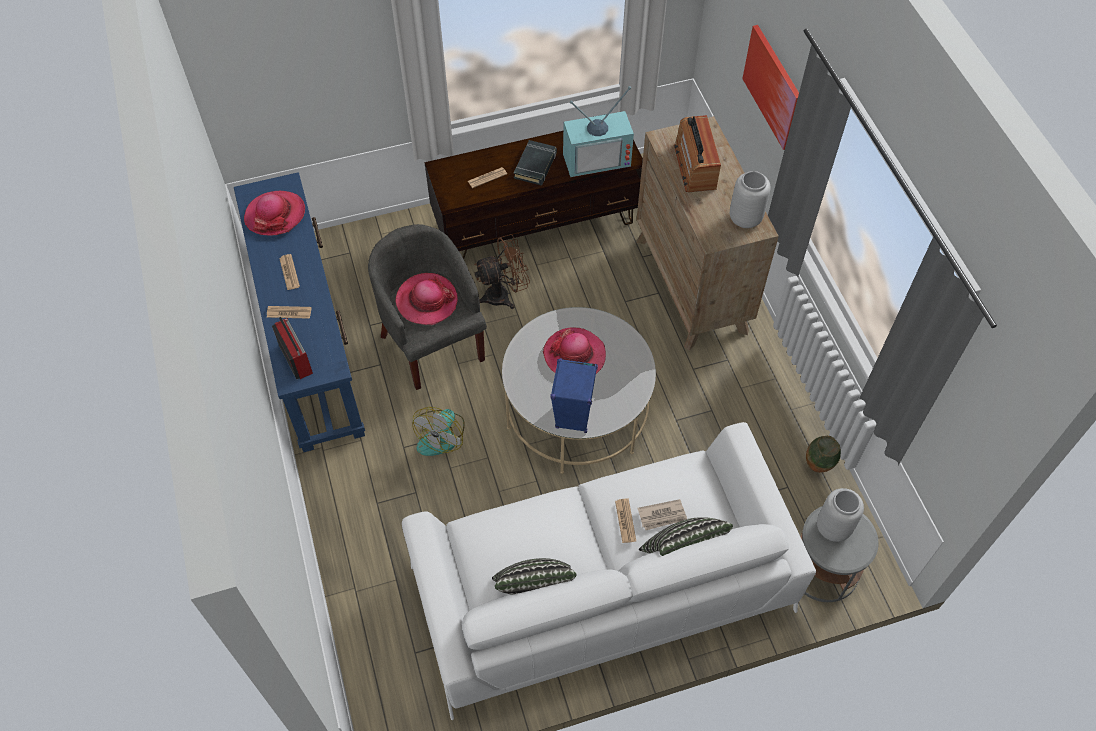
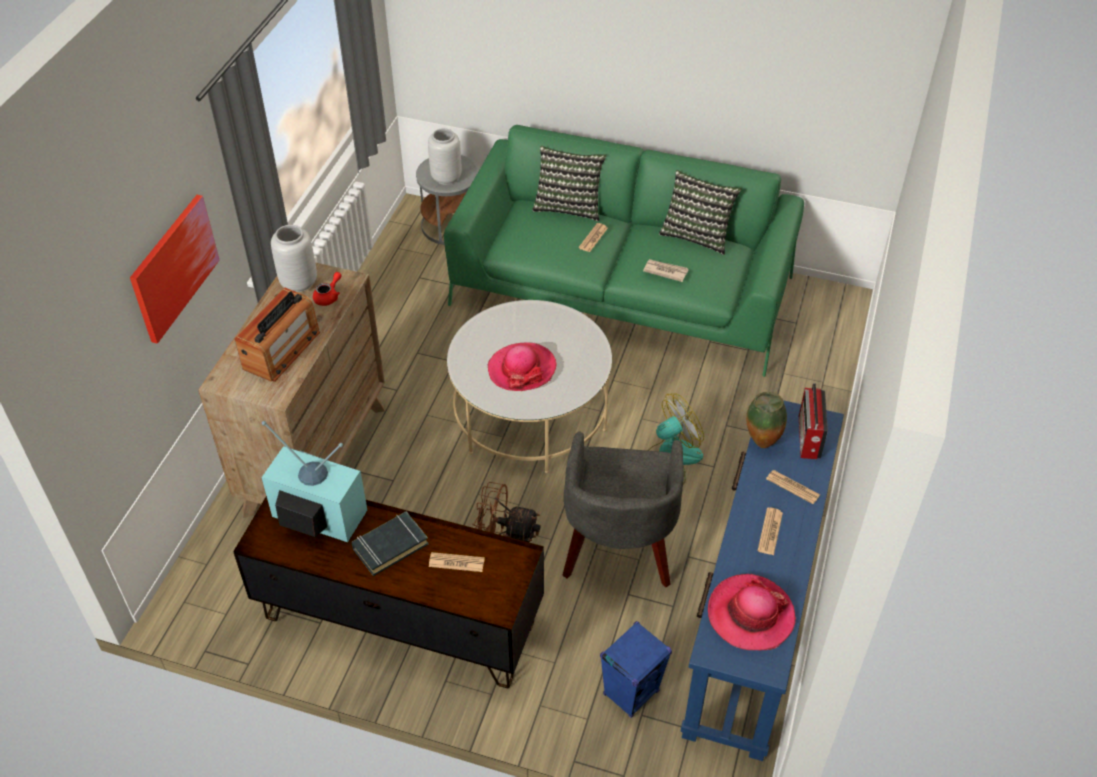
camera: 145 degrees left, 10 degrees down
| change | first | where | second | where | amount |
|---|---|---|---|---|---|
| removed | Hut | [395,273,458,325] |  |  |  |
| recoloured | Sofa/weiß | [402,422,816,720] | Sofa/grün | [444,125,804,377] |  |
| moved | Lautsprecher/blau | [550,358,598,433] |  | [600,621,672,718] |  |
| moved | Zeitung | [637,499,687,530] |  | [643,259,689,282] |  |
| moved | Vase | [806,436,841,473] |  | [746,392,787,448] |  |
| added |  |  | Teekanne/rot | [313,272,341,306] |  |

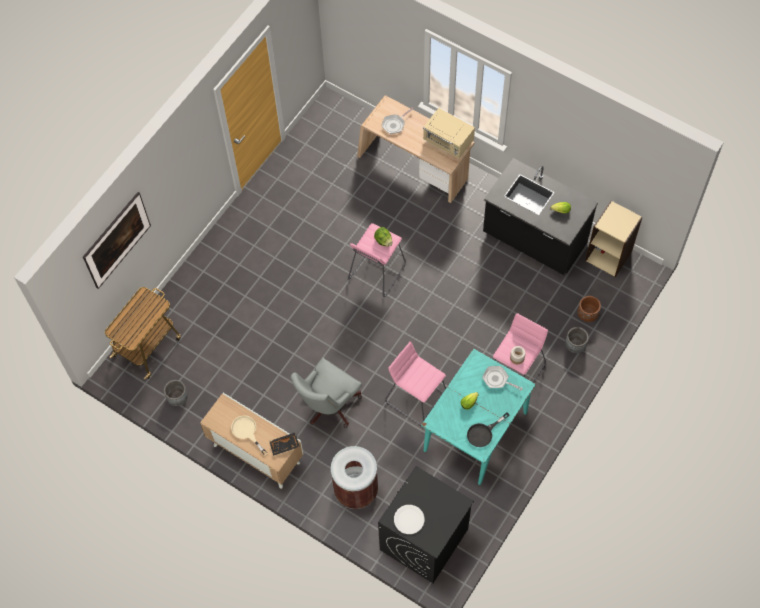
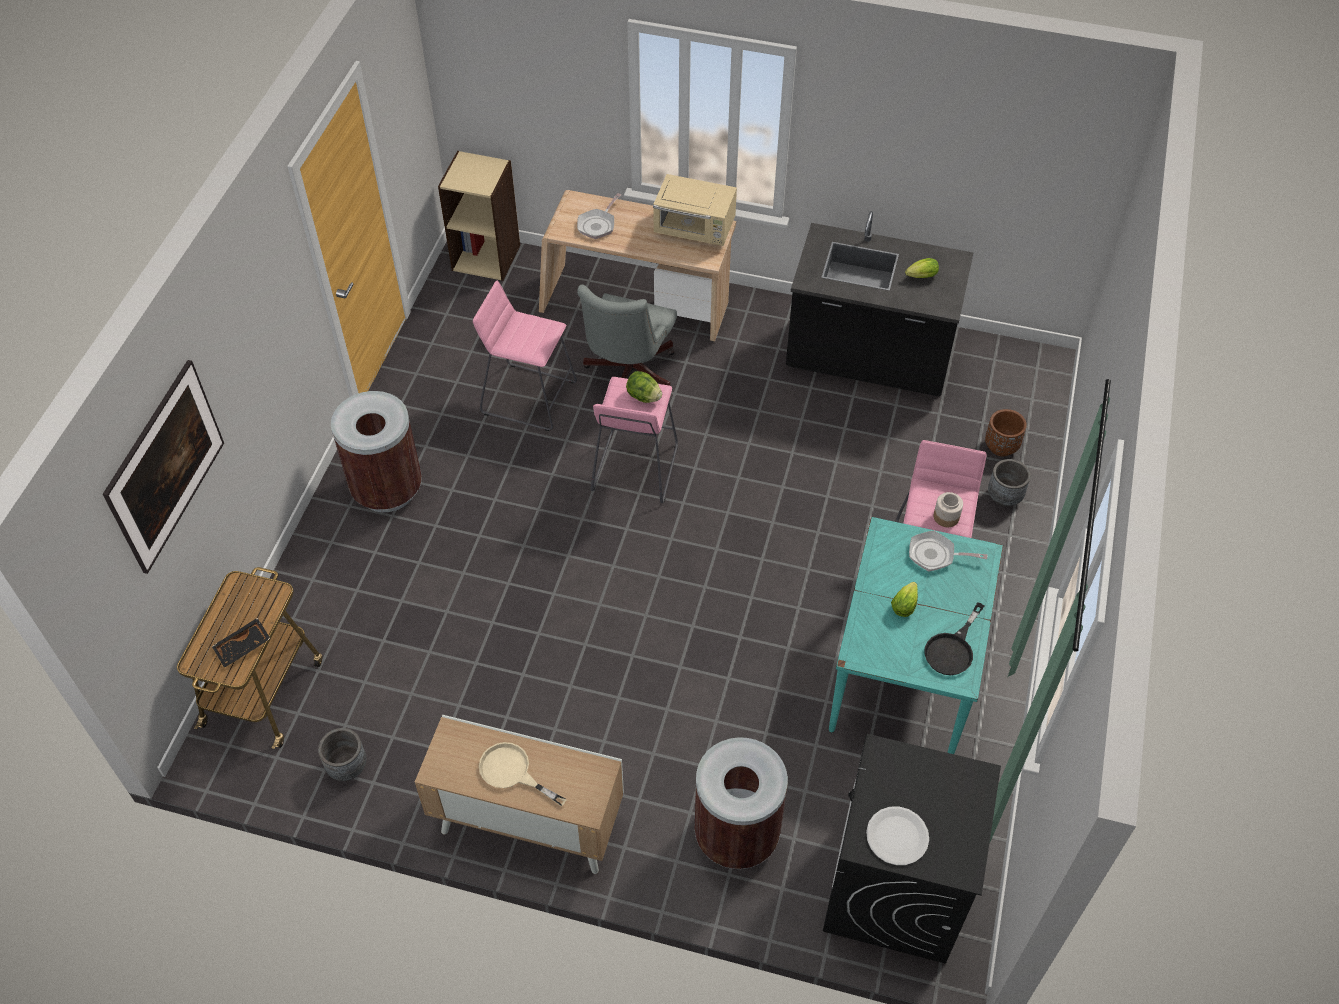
camera: 20 degrees left, 10 degrees down
| change | first | where | second | where | amount |
|---|---|---|---|---|---|
| moved | Tablett/schwarz | [269,433,300,456] |  | [212,618,270,668] |  |
| moved | Bürostuhl/grau | [291,358,362,428] |  | [577,285,677,386] |  |
| moved | Hocker/rosa | [385,342,446,426] |  | [473,280,577,431] |  |
| moved | Bücherregal/beige | [585,201,643,277] |  | [438,151,520,281] |  |
| added |  |  | Mülleimer/braun | [331,391,422,512] |  |

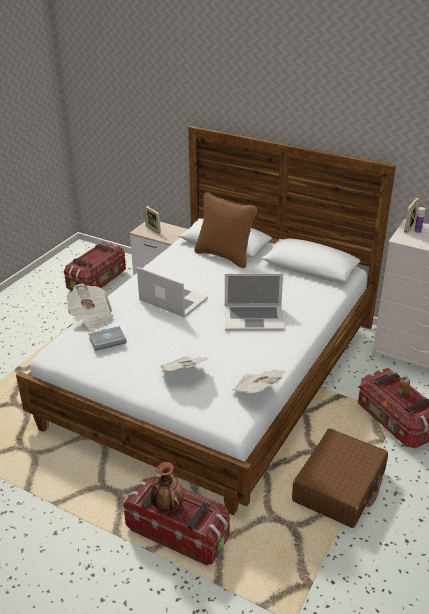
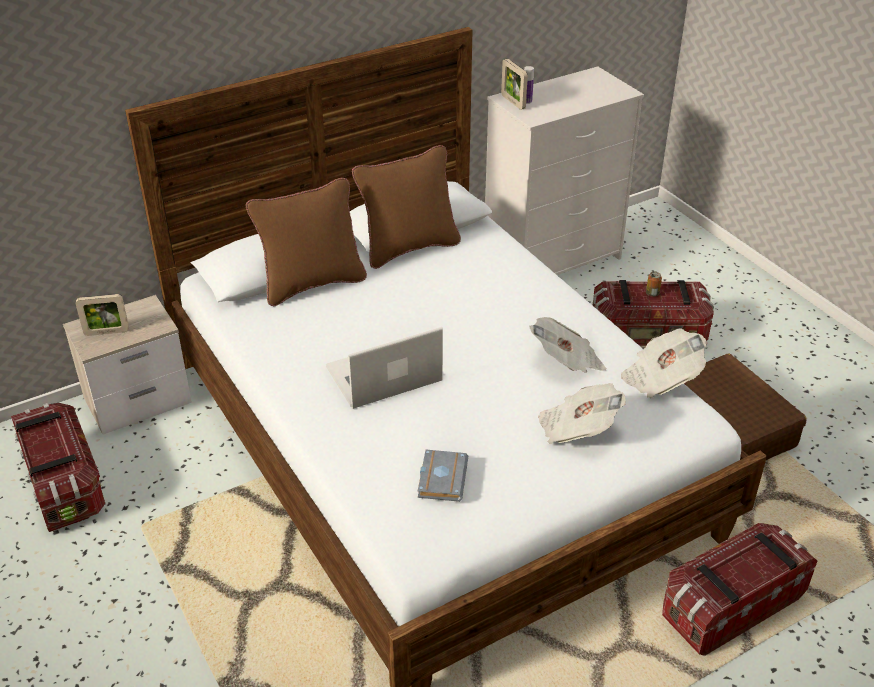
camera: 60 degrees left, 5 degrees up
| change | first | where | second | where | amount |
|---|---|---|---|---|---|
| moved | Zeitung | [66,284,113,330] |  | [529,317,606,373] |  |
| removed | Vase | [151,462,184,512] |  |  |  |
| removed | Laptop | [225,274,285,331] |  |  |  |
| added |  |  | Kissen/braun | [352,145,461,269] |  |

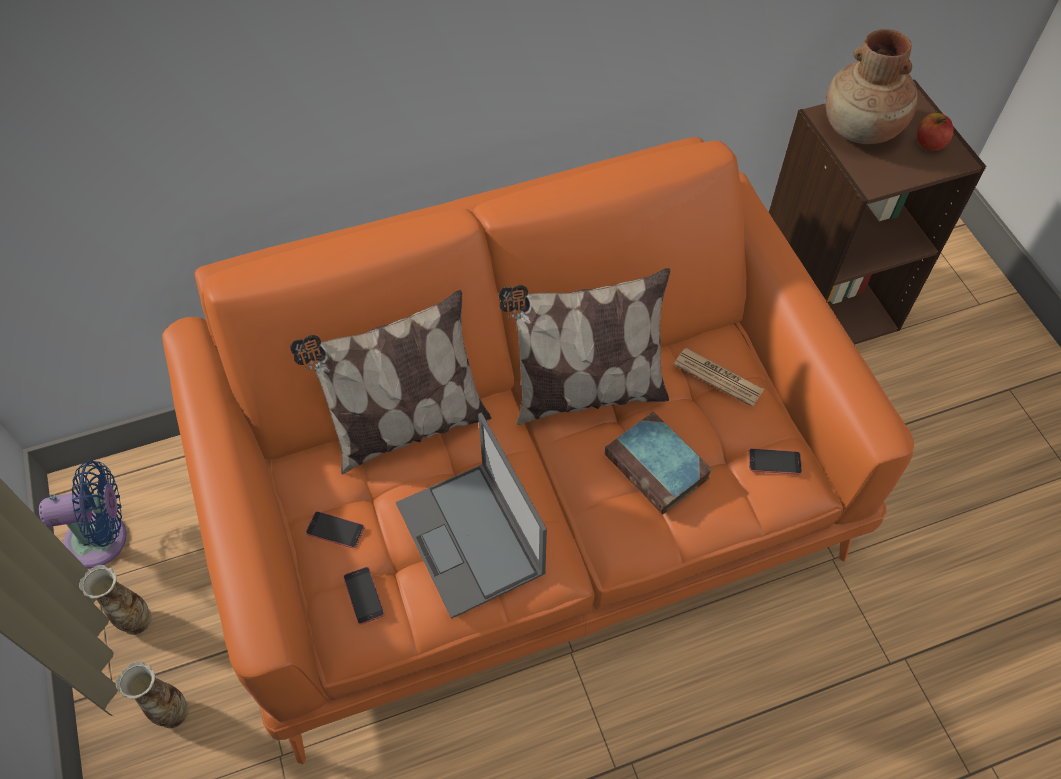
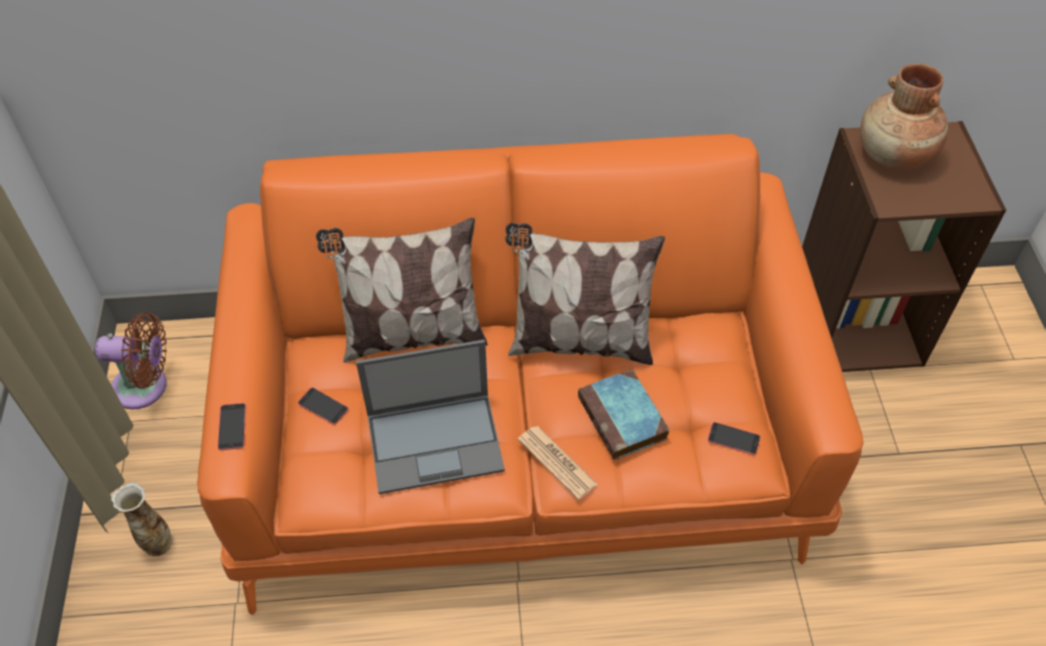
camera: 15 degrees right, 5 degrees down
| change | first | where | second | where | amount |
|---|---|---|---|---|---|
| recoloured | Ventilator/blau | [39,461,127,569] | Ventilator/braun | [95,312,167,409] |  |
| removed | Vase | [79,565,152,635] |  |  |  |
| moved | Handy | [343,567,385,624] |  | [218,403,246,450] |  |
| turned | Laptop | [396,413,547,619] |  | [356,339,505,494] | 90 degrees counterclockwise |
| moved | Zeitung | [674,348,764,407] |  | [518,426,598,500] |  |
| removed | Apfel | [917,113,954,150] |  |  |  |

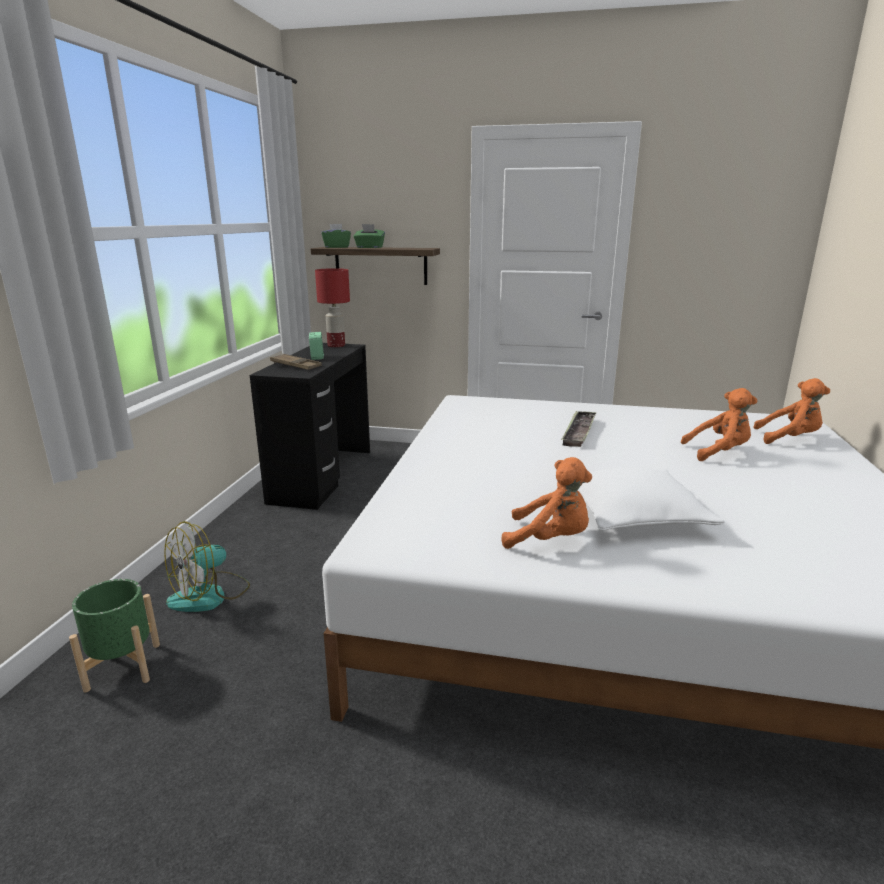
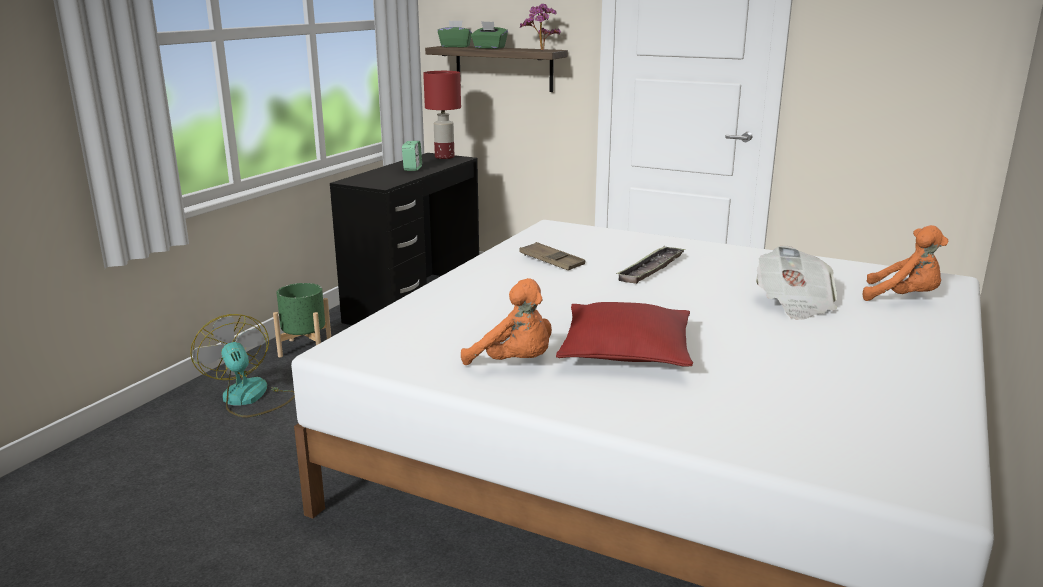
camera: 15 degrees right, 0 degrees up
| change | first | where | second | where | amount |
|---|---|---|---|---|---|
| moved | Pflanzkübel/grün | [69,579,160,692] |  | [273,283,331,357] |  |
| turned | Ventilator | [164,521,250,612] |  | [190,314,295,417] | 90 degrees clockwise |
| moved | Tablett/braun | [270,354,321,370] |  | [519,242,585,270] |  |
| recoloured | Kissen/weiß | [578,467,725,531] | Kissen/rot | [556,302,693,367] |  |
| replaced | Plüschtier/orange | [681,388,758,461] | Zeitung | [756,246,837,320] |  |
| added |  |  | Topfpflanze | [520,4,561,50] |  |

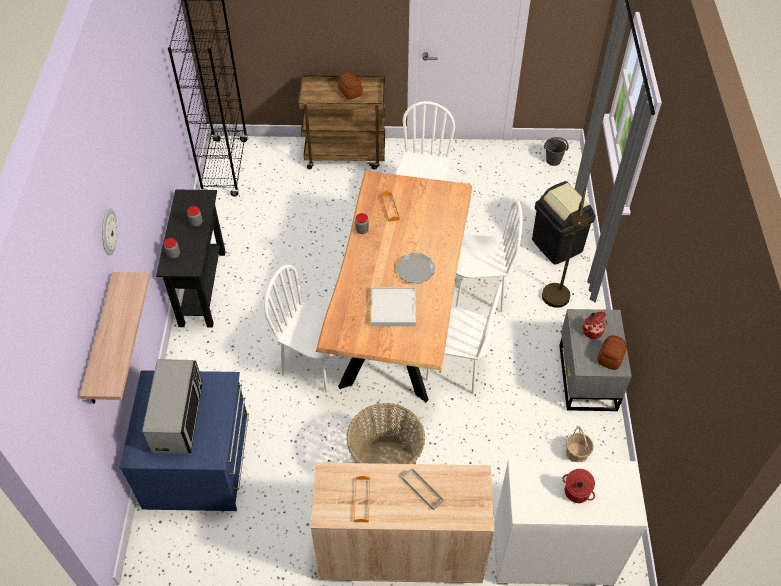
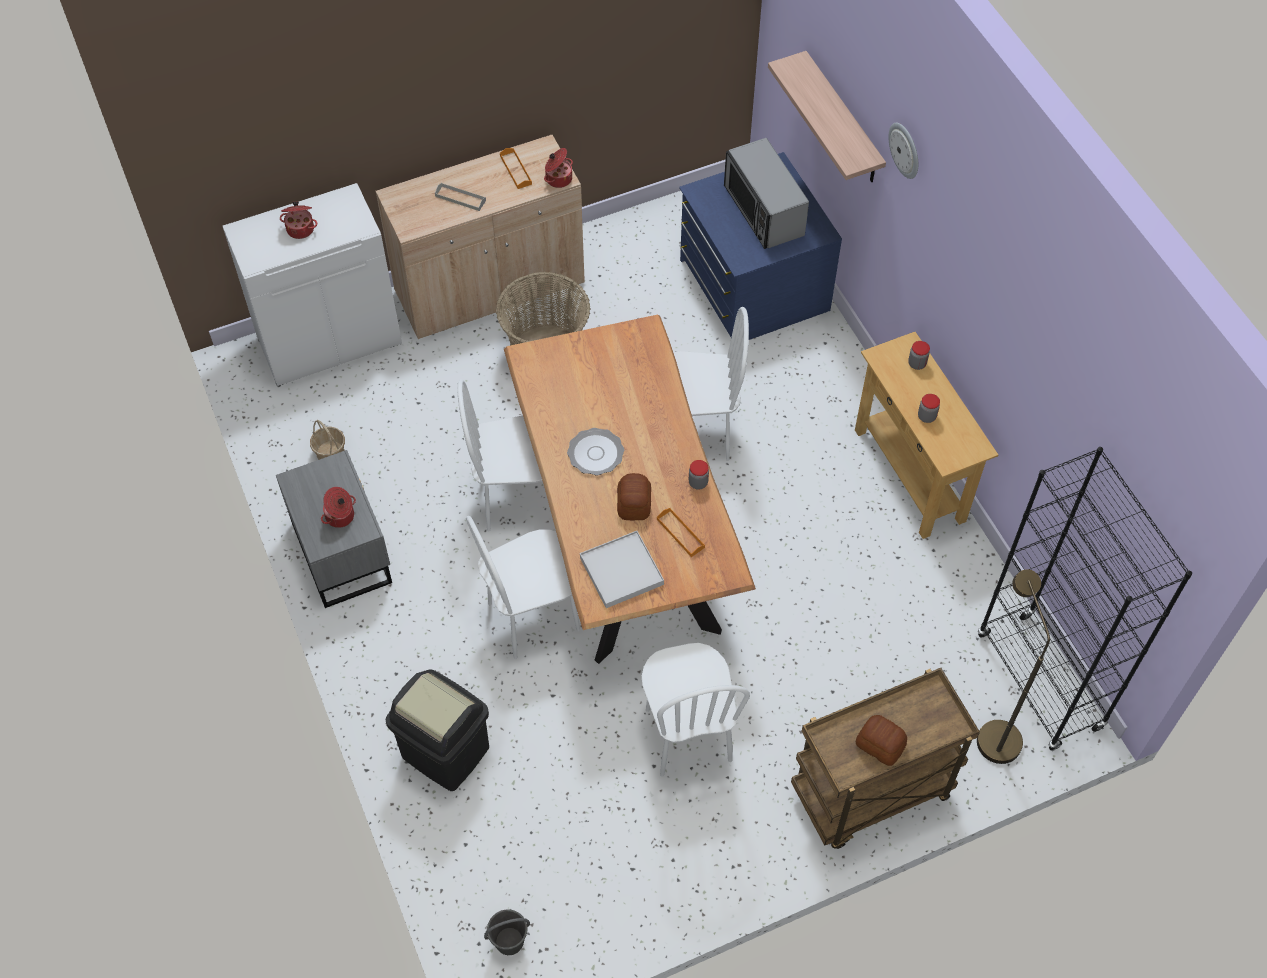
camera: 155 degrees right, 5 degrees up
| change | first | where | second | where | amount |
|---|---|---|---|---|---|
| recoloured | Konsolentisch/schwarz | [156,190,226,328] | Konsolentisch/beige | [855,332,998,539] |  |
| moved | Tablett/weiß | [371,287,416,326] |  | [580,531,664,608] |  |
| moved | Stehlampe/braun | [542,186,589,308] |  | [977,569,1050,764] |  |
| moved | Brot | [597,335,627,370] |  | [617,473,651,520] |  |
| added |  |  | Kochtopf | [544,148,573,188] |  |

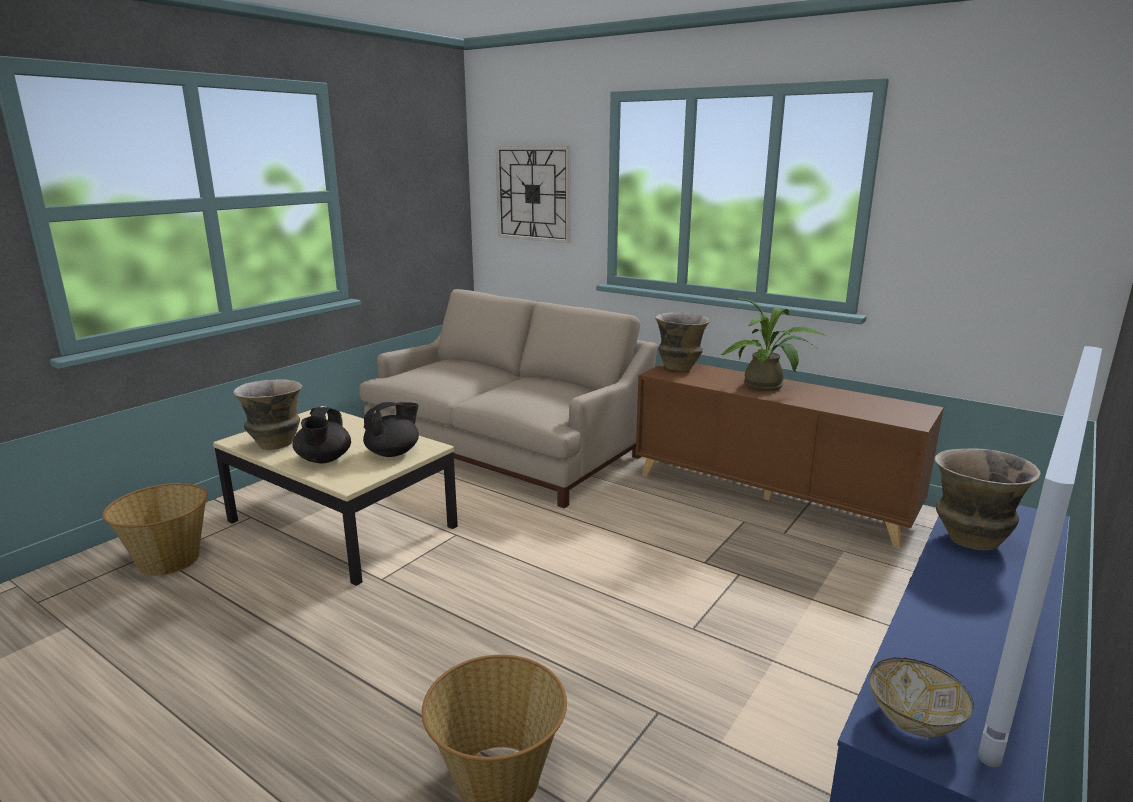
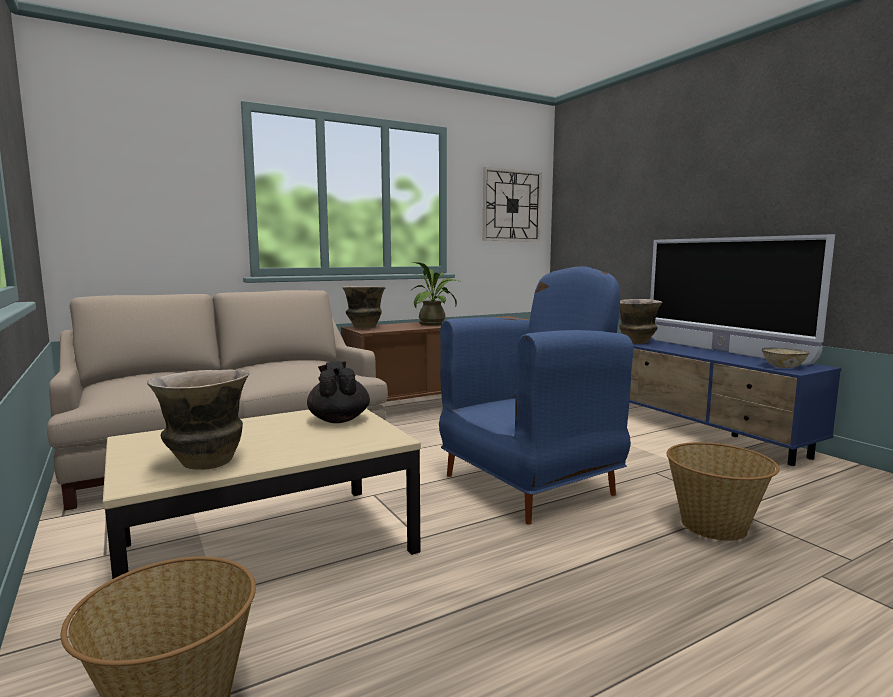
camera: 65 degrees left, 10 degrees down
| change | first | where | second | where | amount |
|---|---|---|---|---|---|
| removed | Teekanne/schwarz | [292,407,351,463] |  |  |  |
| moved | Wanduhr | [495,146,571,243] |  | [483,167,542,242] |  |
| added |  |  | Sessel/blau | [439,266,634,525] |  |

